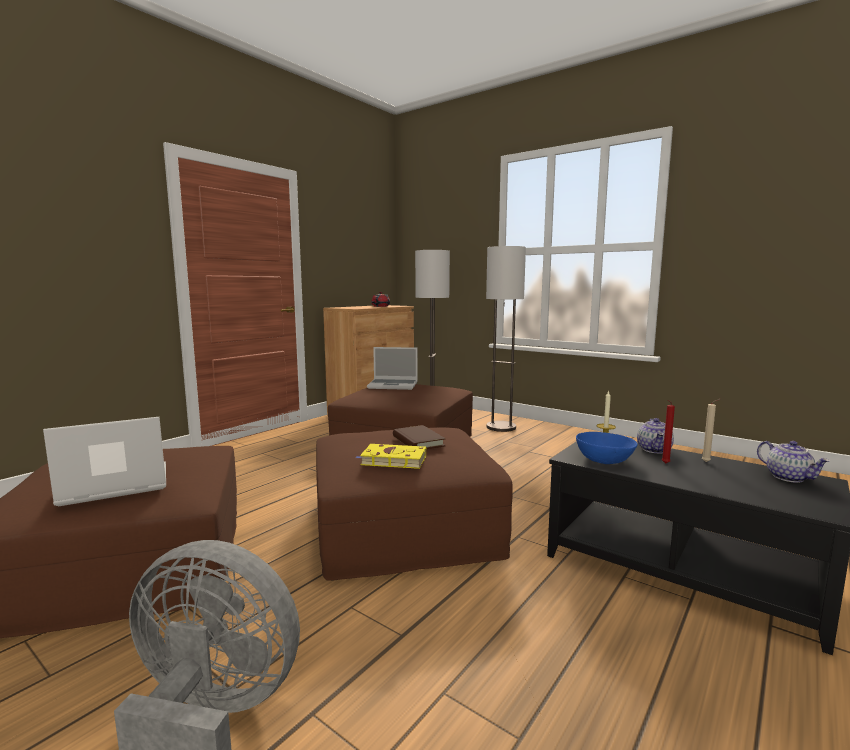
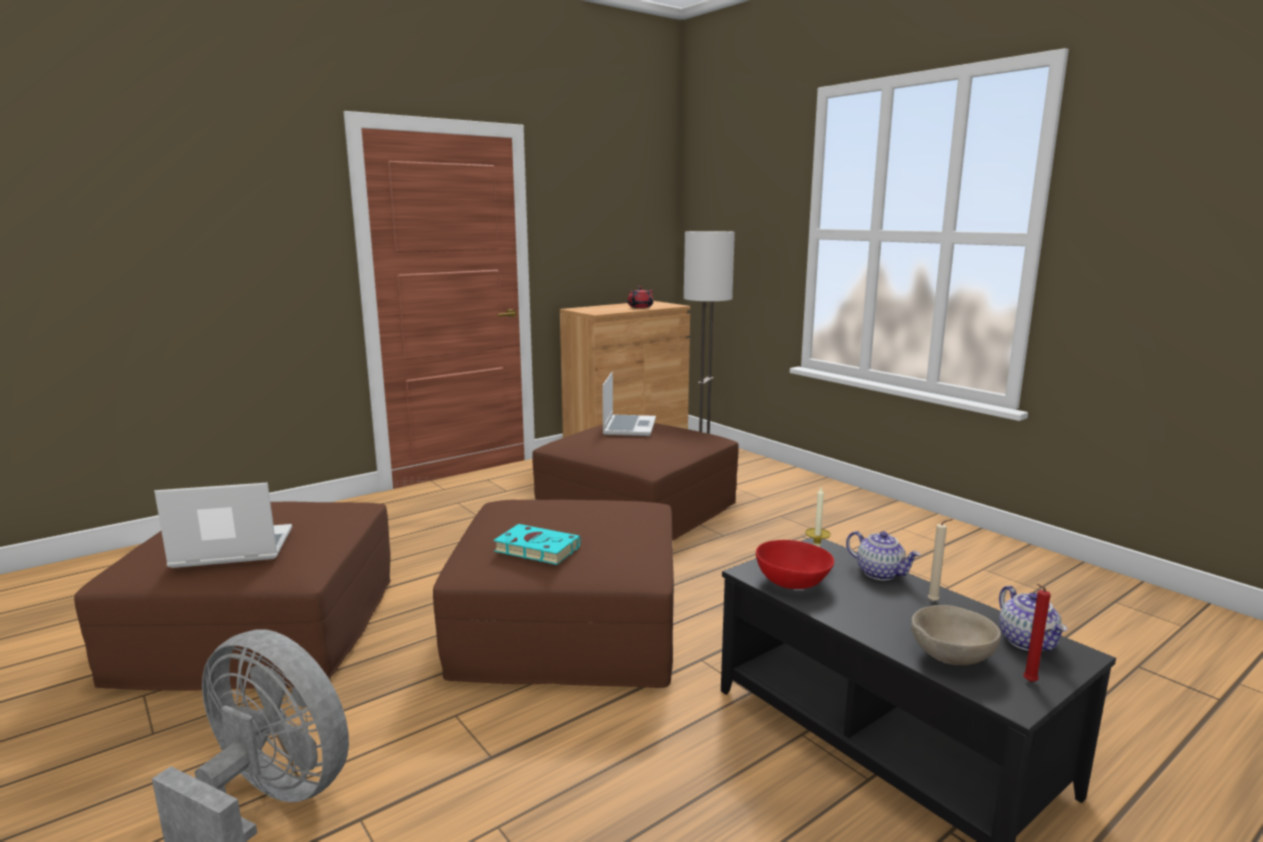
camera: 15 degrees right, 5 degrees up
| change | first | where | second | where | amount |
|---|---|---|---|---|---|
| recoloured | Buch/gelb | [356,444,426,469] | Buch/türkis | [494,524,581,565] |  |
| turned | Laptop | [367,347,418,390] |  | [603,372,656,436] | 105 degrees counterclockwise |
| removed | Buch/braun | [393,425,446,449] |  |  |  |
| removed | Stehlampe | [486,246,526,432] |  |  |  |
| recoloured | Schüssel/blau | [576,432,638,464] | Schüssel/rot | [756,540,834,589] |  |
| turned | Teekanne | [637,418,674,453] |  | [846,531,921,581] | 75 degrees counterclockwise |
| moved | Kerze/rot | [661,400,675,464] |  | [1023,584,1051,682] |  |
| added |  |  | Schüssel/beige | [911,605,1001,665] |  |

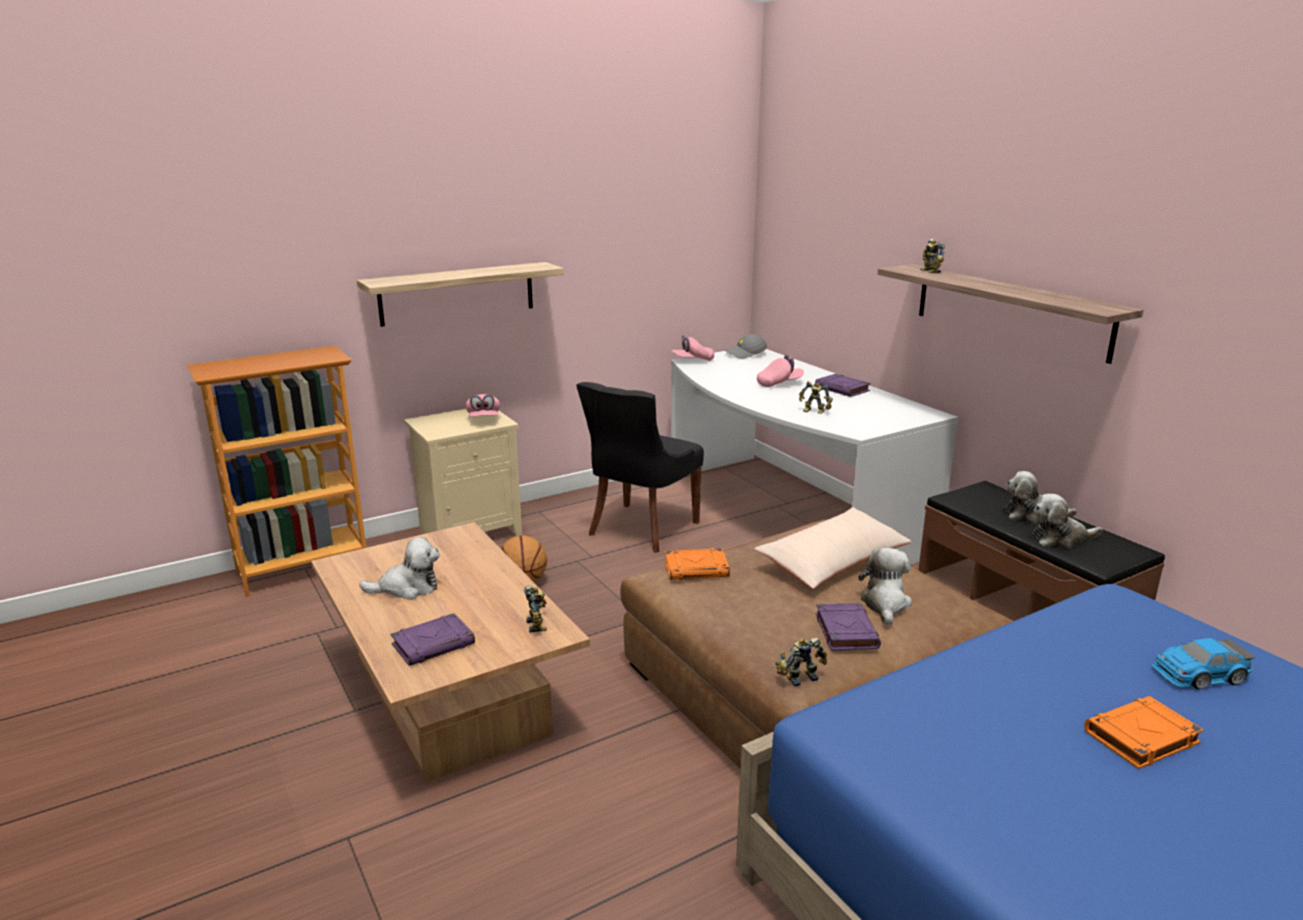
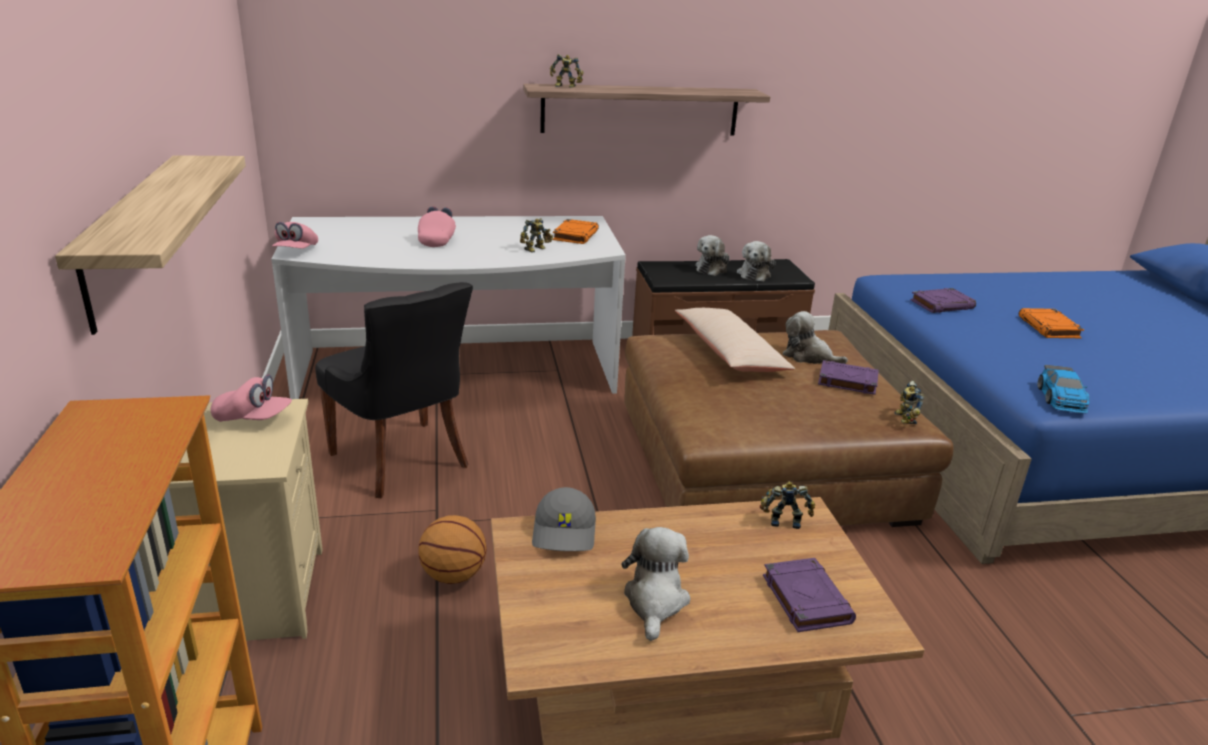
camera: 70 degrees left, 5 degrees up
| change | first | where | second | where | amount |
|---|---|---|---|---|---|
| moved | Buch/orange | [665,548,730,580] |  | [553,219,599,244] |  |
| moved | Kappe/grau | [725,334,767,359] |  | [532,487,596,551] |  |
| moved | Buch/lila | [815,374,871,397] |  | [910,288,976,313] |  |
| moved | Spielzeugauto | [1151,638,1254,689] |  | [1037,365,1090,413] |  |

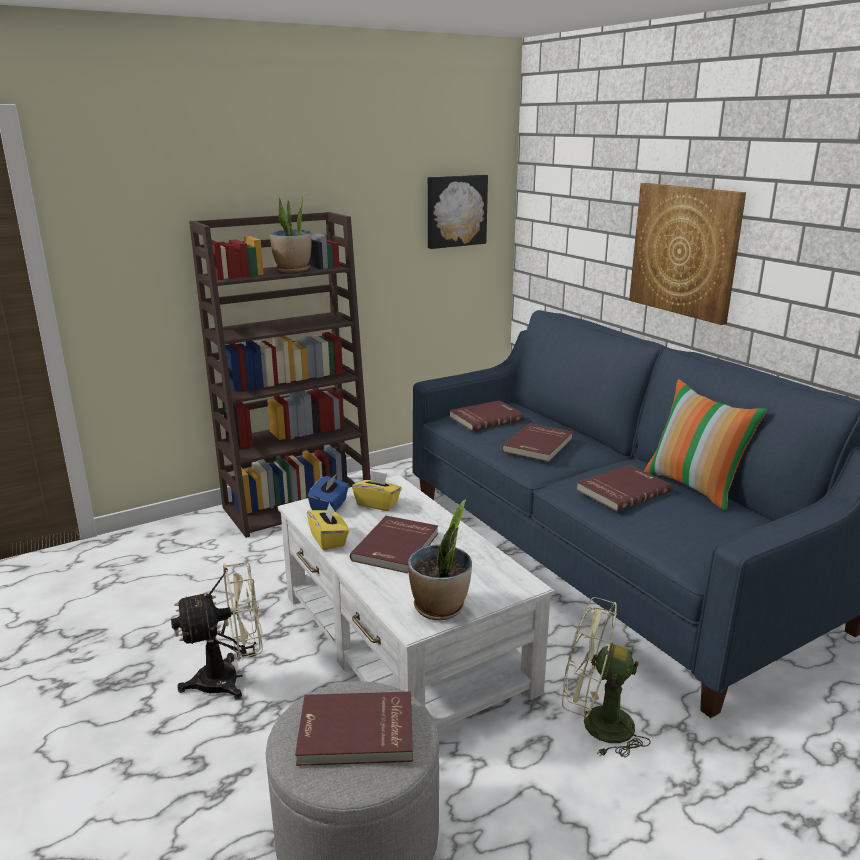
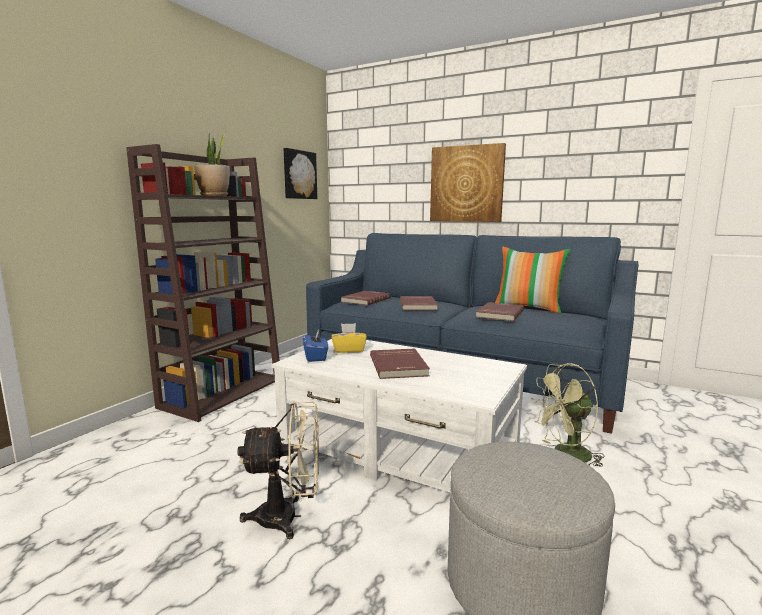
camera: 30 degrees left, 10 degrees down
| change | first | where | second | where | amount |
|---|---|---|---|---|---|
| turned | Ventilator/beige | [171,562,263,700] |  | [237,402,319,539] | 45 degrees clockwise |
| removed | Buch/rot | [295,692,413,766] |  |  |  |
| removed | Taschentuchbox/gelb | [307,503,349,550] |  |  |  |
| removed | Topfpflanze | [408,499,472,620] |  |  |  |

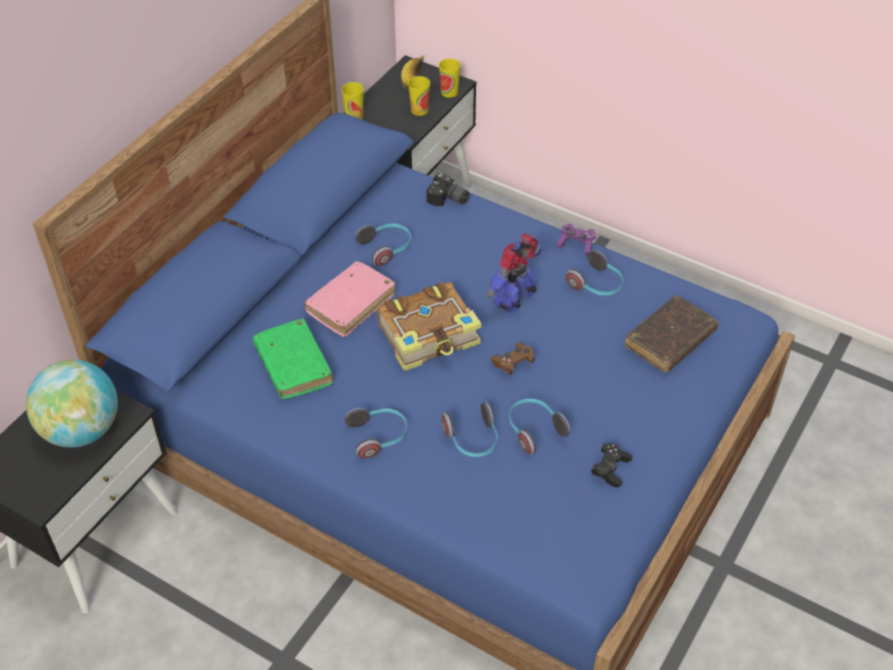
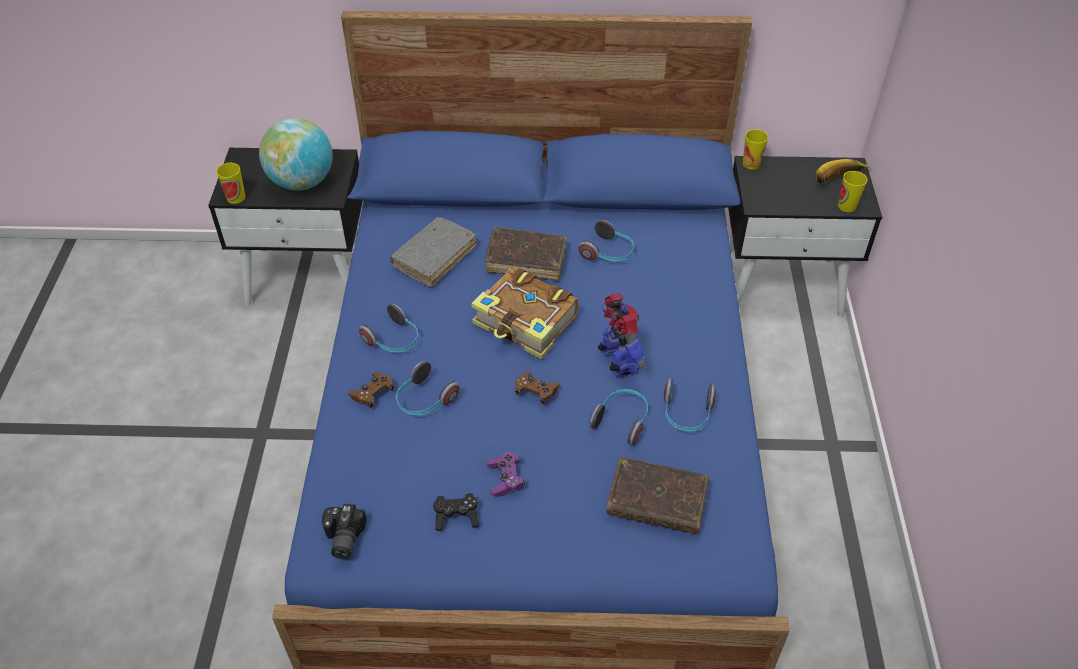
camera: 60 degrees right, 0 degrees up
| change | first | where | second | where | amount |
|---|---|---|---|---|---|
| recoloured | Buch/grün | [253,319,333,399] | Buch/grau | [390,217,477,287] |  |
| recoloured | Buch/rosa | [304,261,395,337] | Buch/braun | [485,227,567,281] |  |
| moved | Tasse | [408,76,430,116] |  | [216,163,245,204] |  |
| moved | Kamera | [427,173,470,207] |  | [322,504,367,559] |  |
| turned | Spielzeugroboter | [486,233,541,313] |  | [598,293,646,378] | 60 degrees clockwise |
| moved | Kopfhörer | [509,399,571,455] |  | [590,389,648,445] |  |
| moved | Gamepad/lila | [557,223,596,255] |  | [487,452,525,497] |  |
| added |  |  | Gamepad/braun | [348,372,394,408] |  |

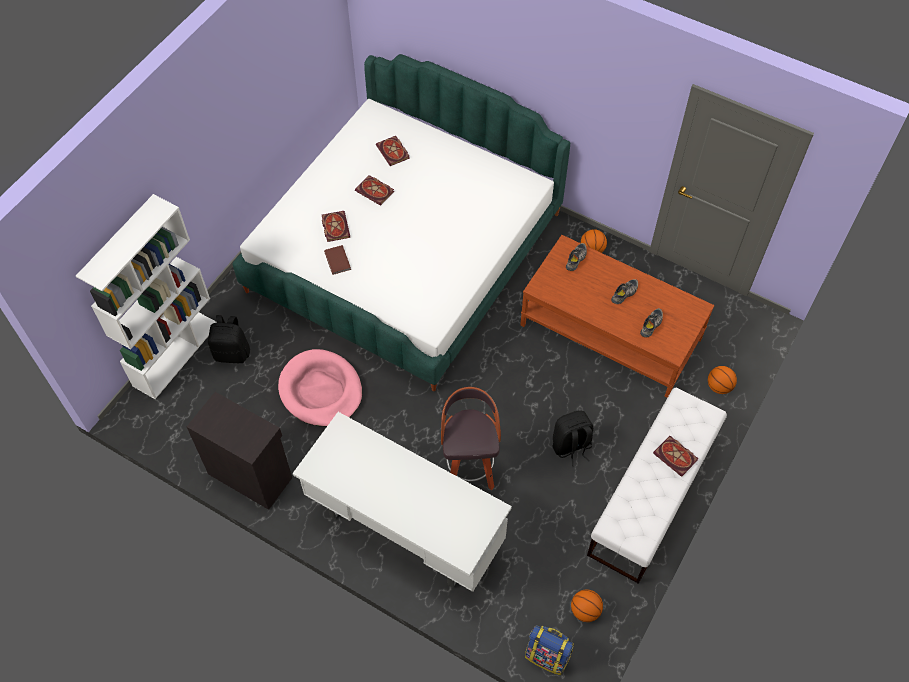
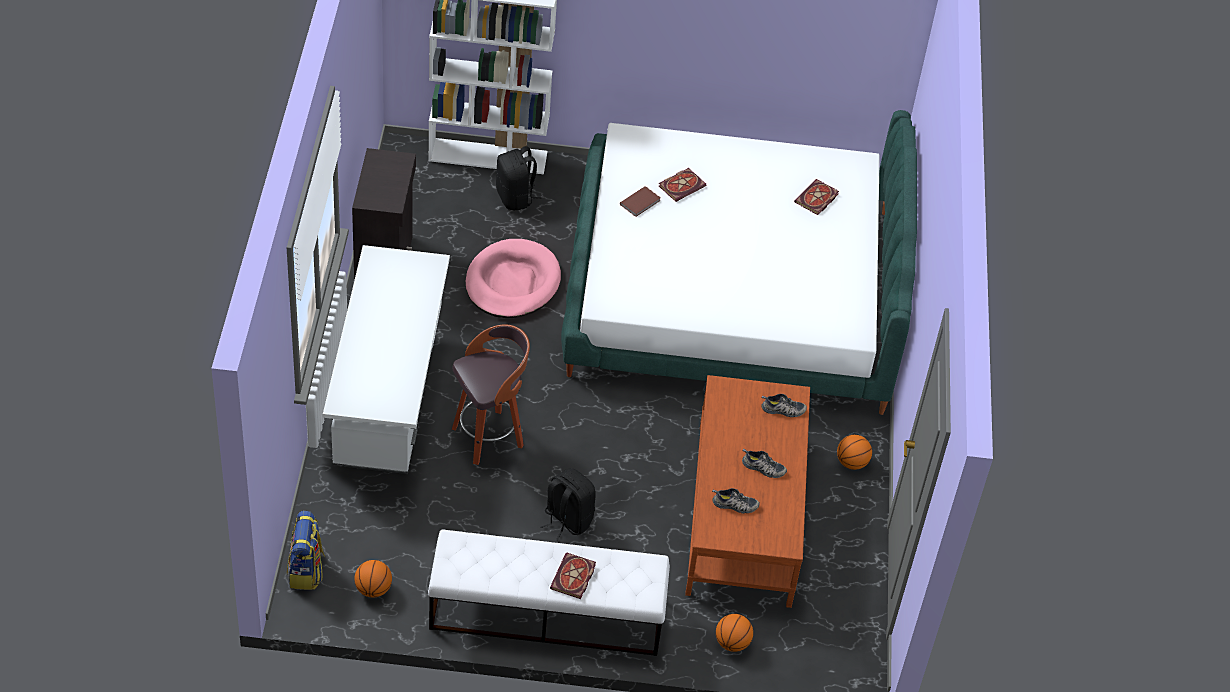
camera: 60 degrees right, 10 degrees down
| change | first | where | second | where | amount |
|---|---|---|---|---|---|
| removed | Buch | [355,175,394,206] |  |  |  |

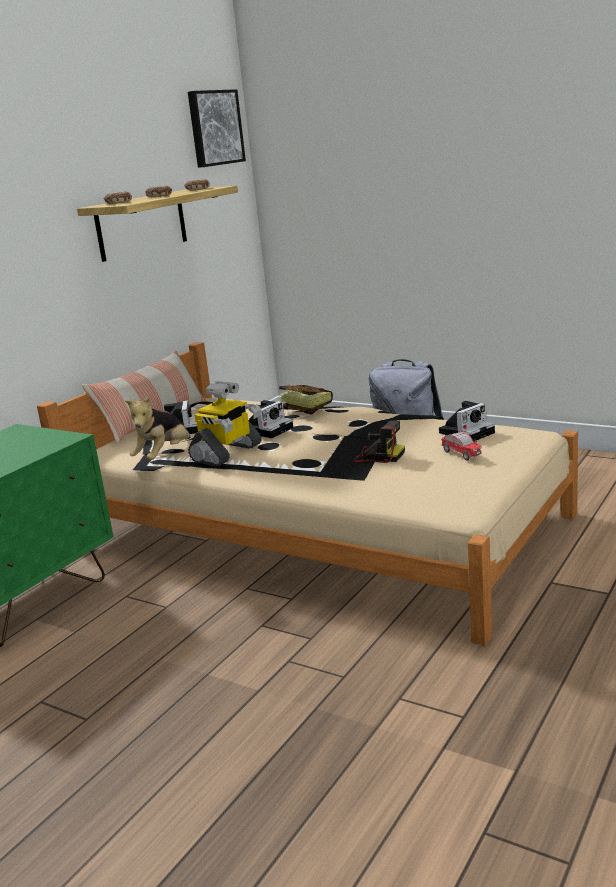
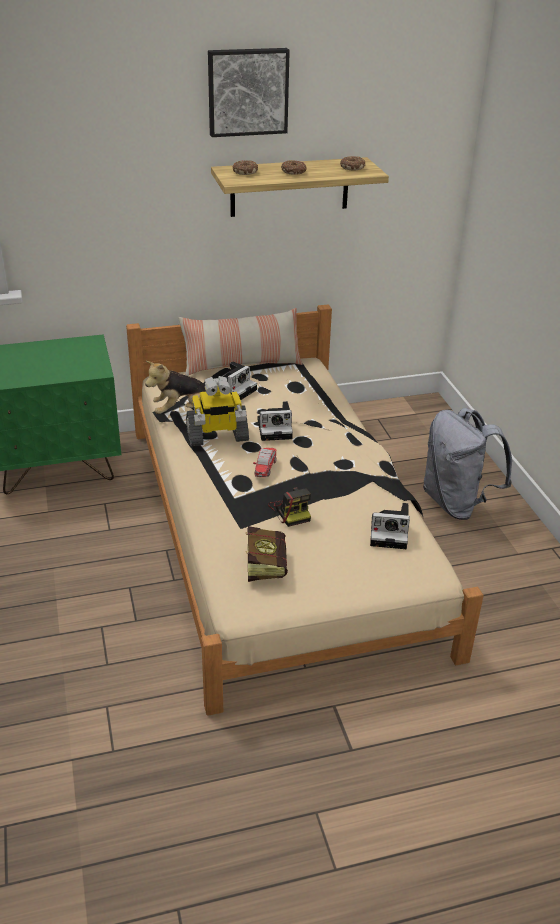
camera: 40 degrees right, 15 degrees up
| change | first | where | second | where | amount |
|---|---|---|---|---|---|
| moved | Bild | [188,89,246,168] |  | [208,48,290,137] |  |
| moved | Buch | [279,385,333,415] |  | [246,526,288,582] |  |
| moved | Spielzeugauto | [441,431,482,461] |  | [253,448,277,477] |  |

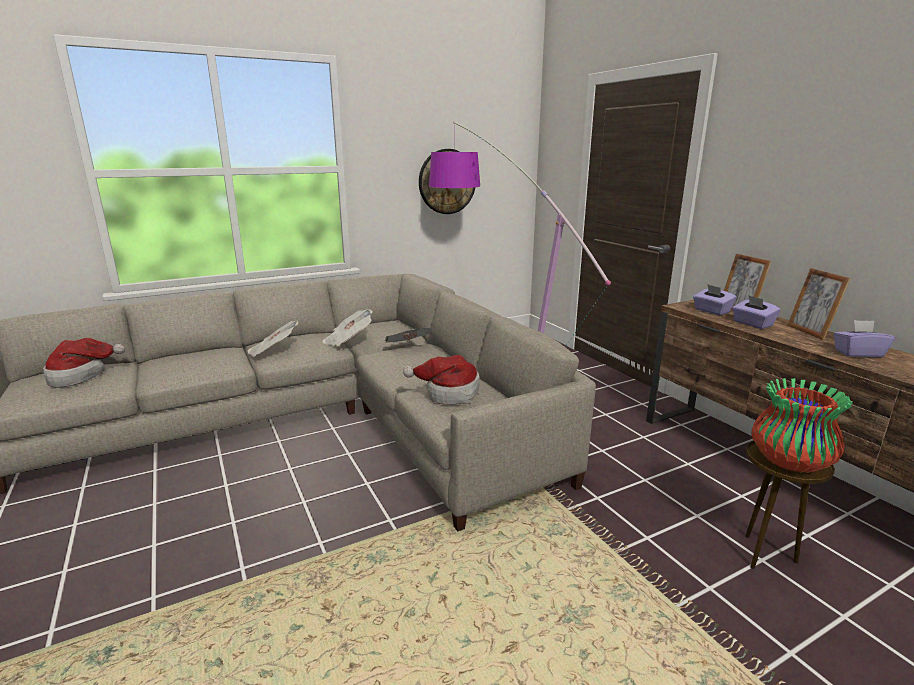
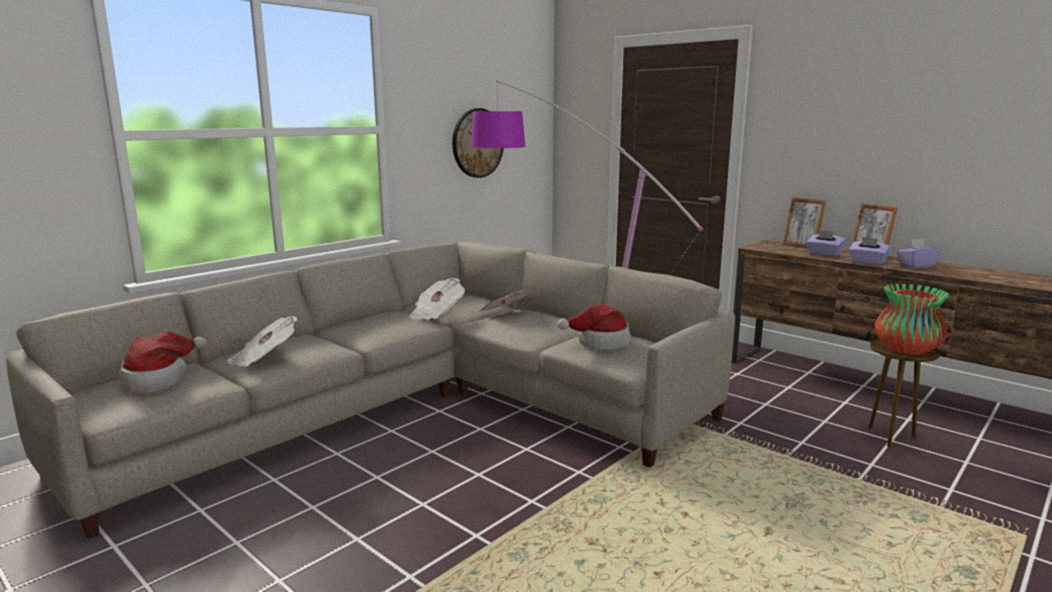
camera: 20 degrees left, 5 degrees down
| change | first | where | second | where | amount |
|---|---|---|---|---|---|
| moved | Zeitung | [248,321,298,357] |  | [227,316,298,367] |  |
| moved | Taschentuchbox/lila | [693,284,737,315] |  | [849,237,890,266] |  |

